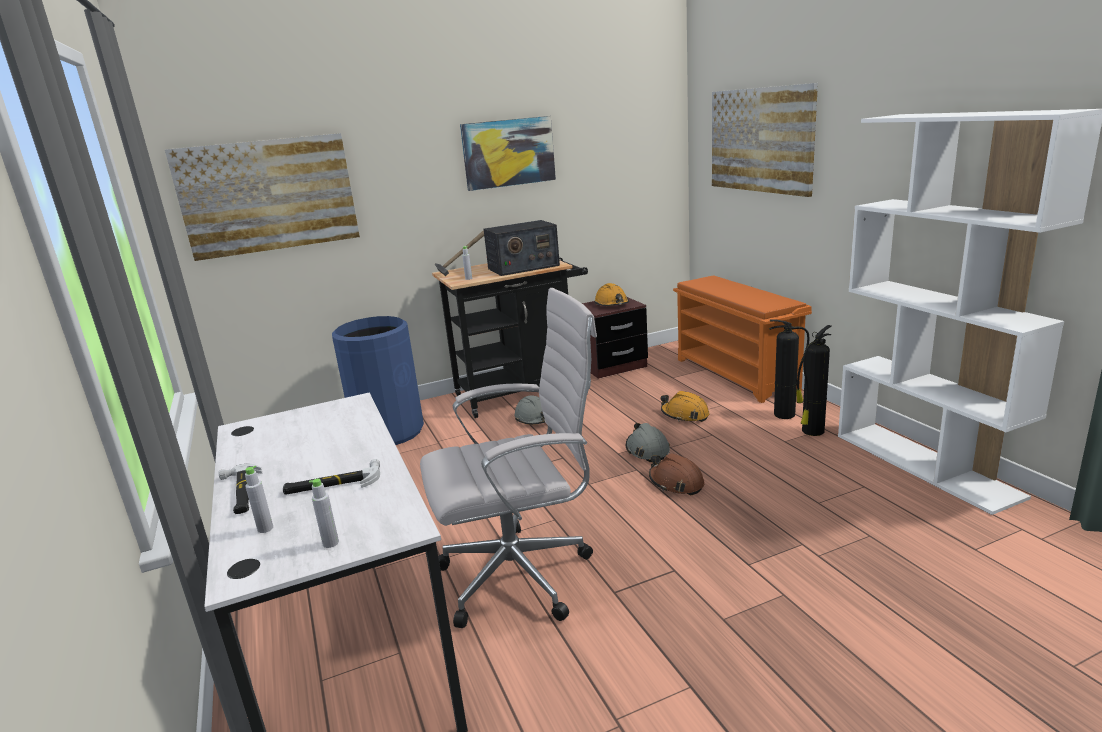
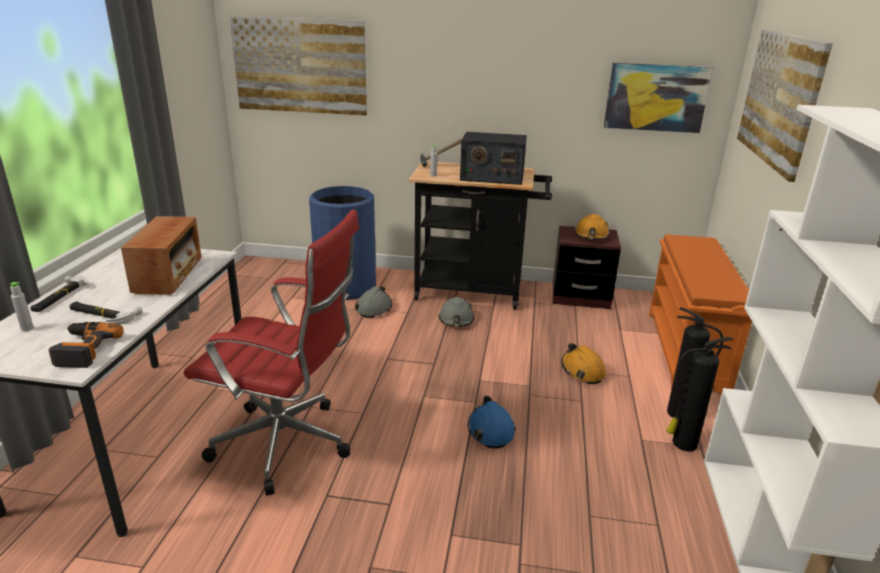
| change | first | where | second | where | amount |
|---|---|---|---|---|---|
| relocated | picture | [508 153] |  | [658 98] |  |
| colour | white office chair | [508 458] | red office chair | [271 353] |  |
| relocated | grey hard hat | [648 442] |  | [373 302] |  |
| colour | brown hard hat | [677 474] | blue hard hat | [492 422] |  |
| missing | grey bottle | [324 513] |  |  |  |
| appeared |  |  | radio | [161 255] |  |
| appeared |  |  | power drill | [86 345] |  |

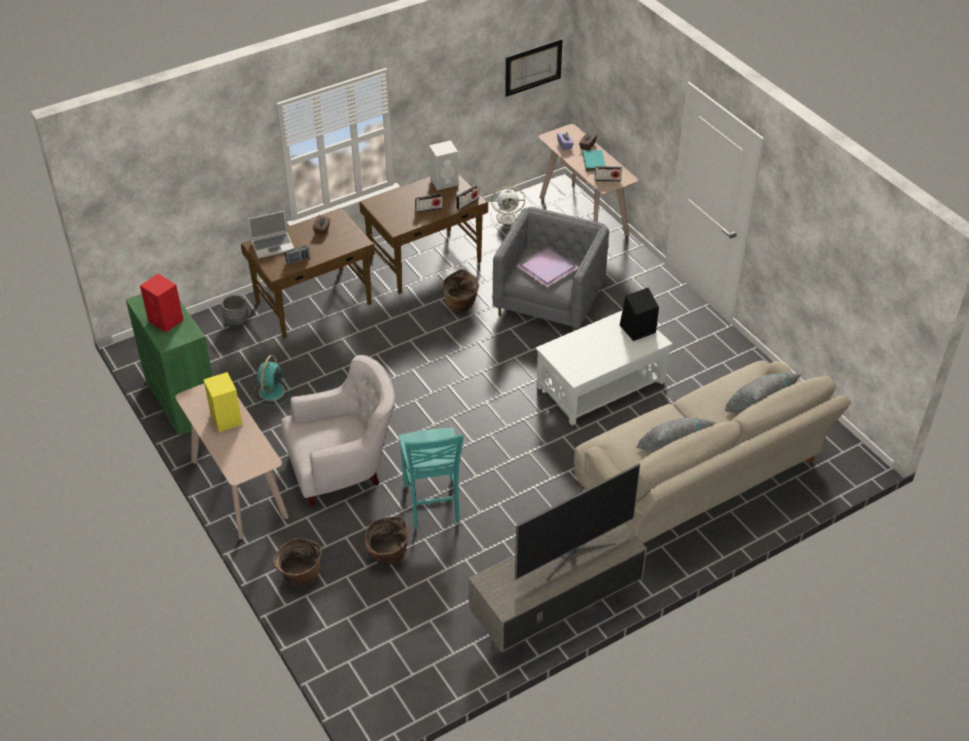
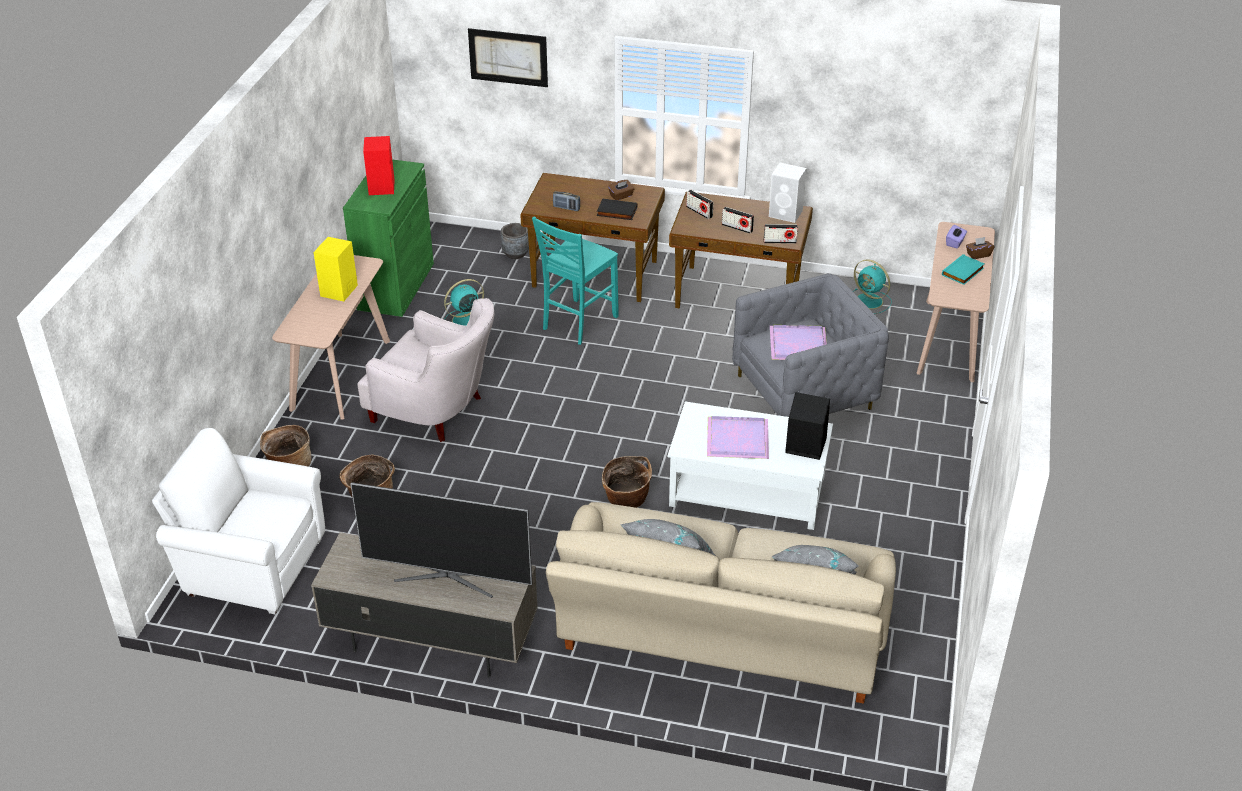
| change | first | where | second | where | amount |
|---|---|---|---|---|---|
| relocated | picture | [533 68] |  | [508 57] |  |
| relocated | radio | [608 174] |  | [699 204] |  |
| colour | white fan | [507 207] | turquoise fan | [872 286] |  |
| missing | laptop | [271 234] |  |  |  |
| relocated | basket | [461 290] |  | [627 482] |  |
| relocated | turquoise chair | [431 478] |  | [575 281] |  |
| appeared |  |  | black book | [617 209] |  |
| appeared |  |  | purple tray | [738 437] |  |
| appeared |  |  | white armchair | [238 521] |  |

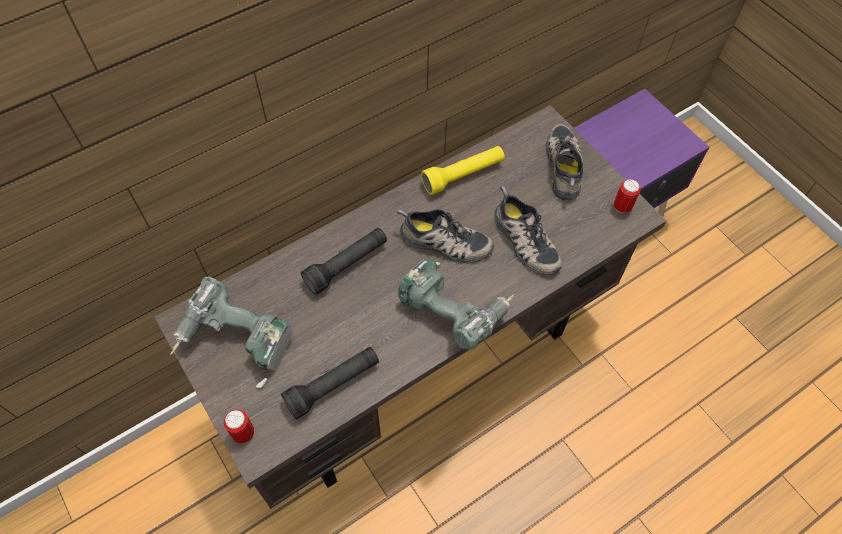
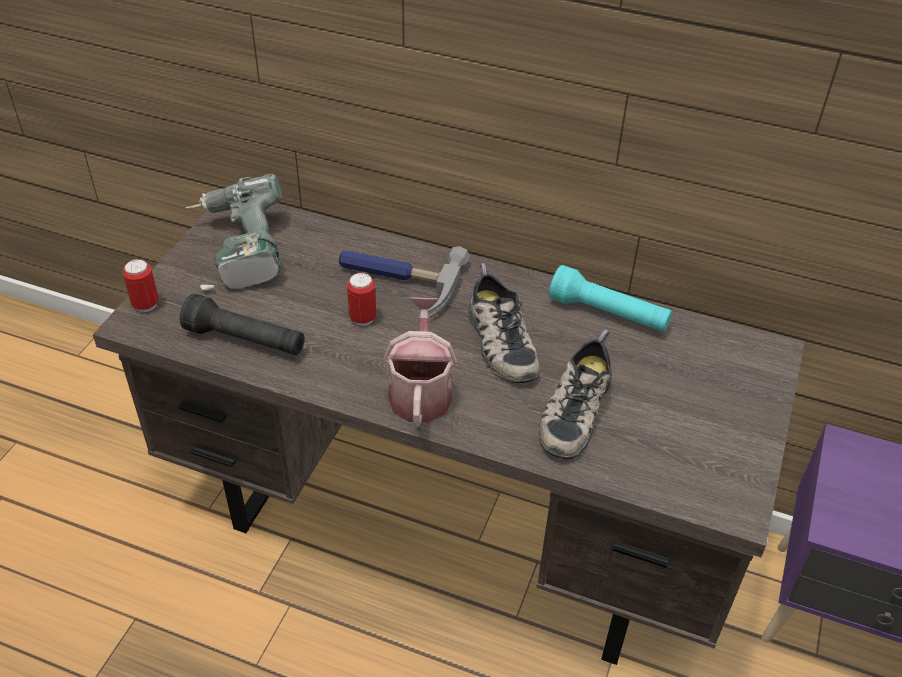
| change | first | where | second | where | amount |
|---|---|---|---|---|---|
| missing | shoe | [565 161] |  |  |  |
| colour | yellow flashlight | [463 170] | turquoise flashlight | [610 298] |  |
| relocated | can | [627 196] |  | [361 299] |  |
| exchanged | black flashlight | [344 261] | hammer | [404 282] |  |
| exchanged | power drill | [456 304] | watering can | [420 361] |  |

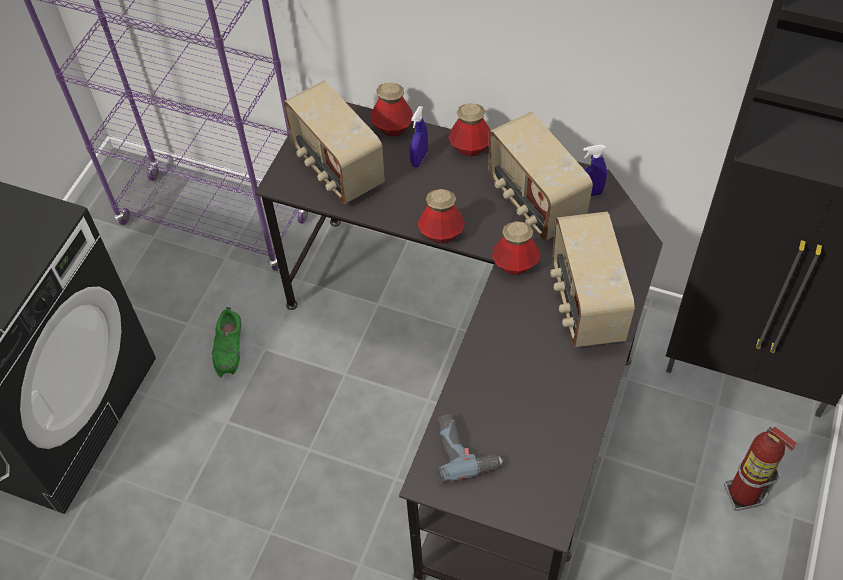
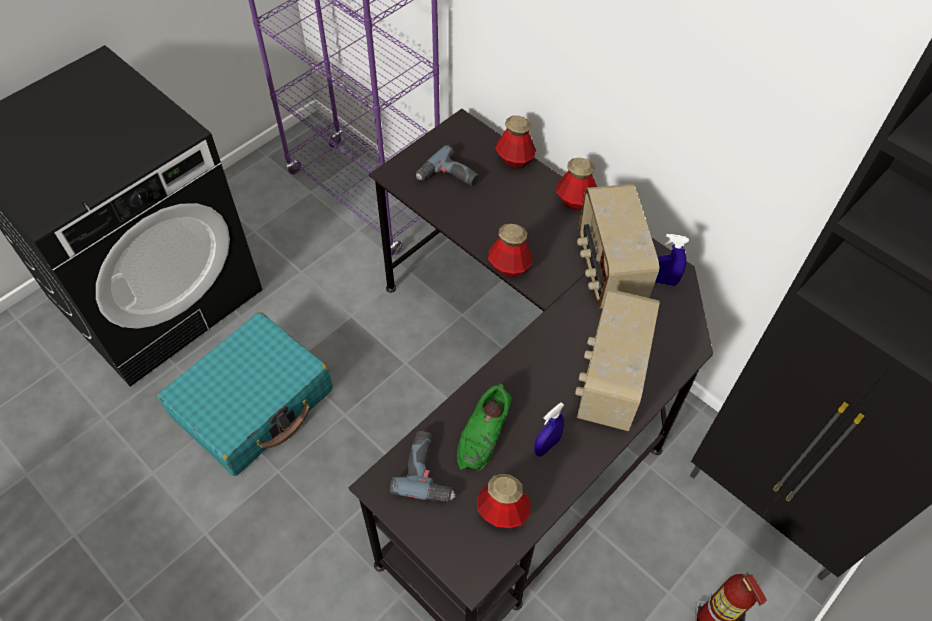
| change | first | where | second | where | amount |
|---|---|---|---|---|---|
| exchanged | radio | [334 142] | power drill | [447 165] |  |
| relocated | blue spray bottle | [419 136] |  | [549 429] |  |
| relocated | bottle | [516 248] |  | [503 501] |  |
| relocated | green shoe | [226 342] |  | [484 427] |  |
| appeared |  |  | turquoise suitcase | [245 394] |  |

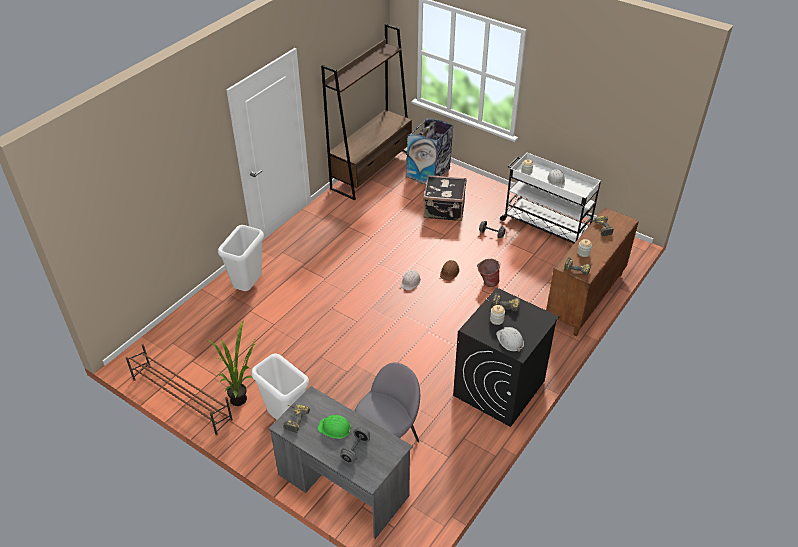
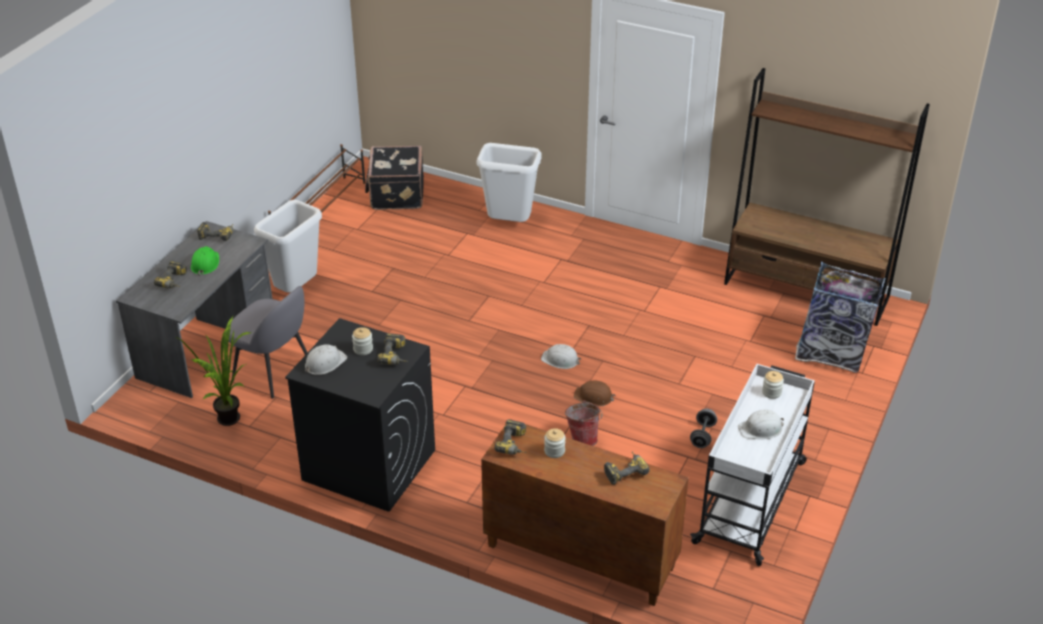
| change | first | where | second | where | amount |
|---|---|---|---|---|---|
| relocated | black suitcase | [444 198] |  | [394 178] |  |
| relocated | potted plant | [231 363] |  | [213 371] |  |
| exchanged | grey dumbbell | [355 445] | power drill | [170 274] |  |

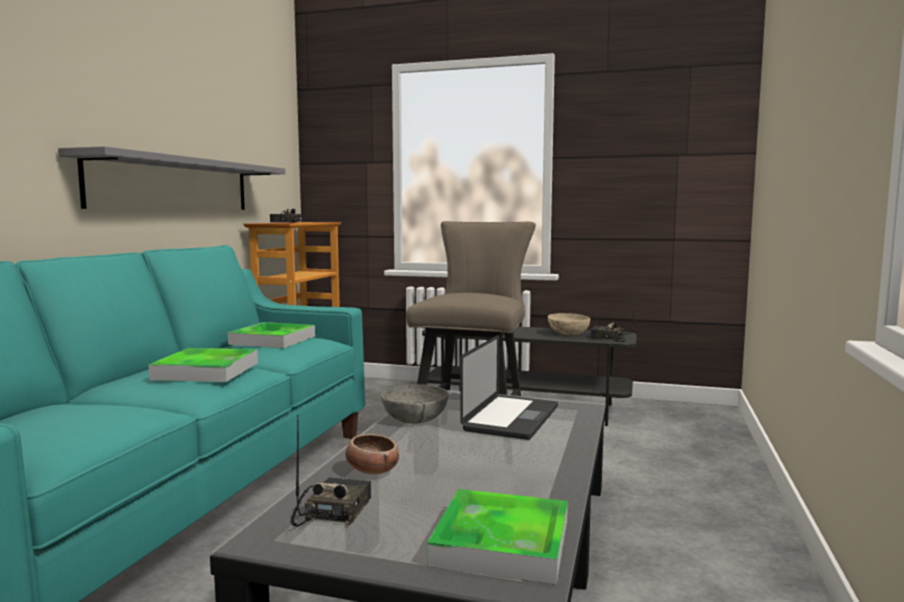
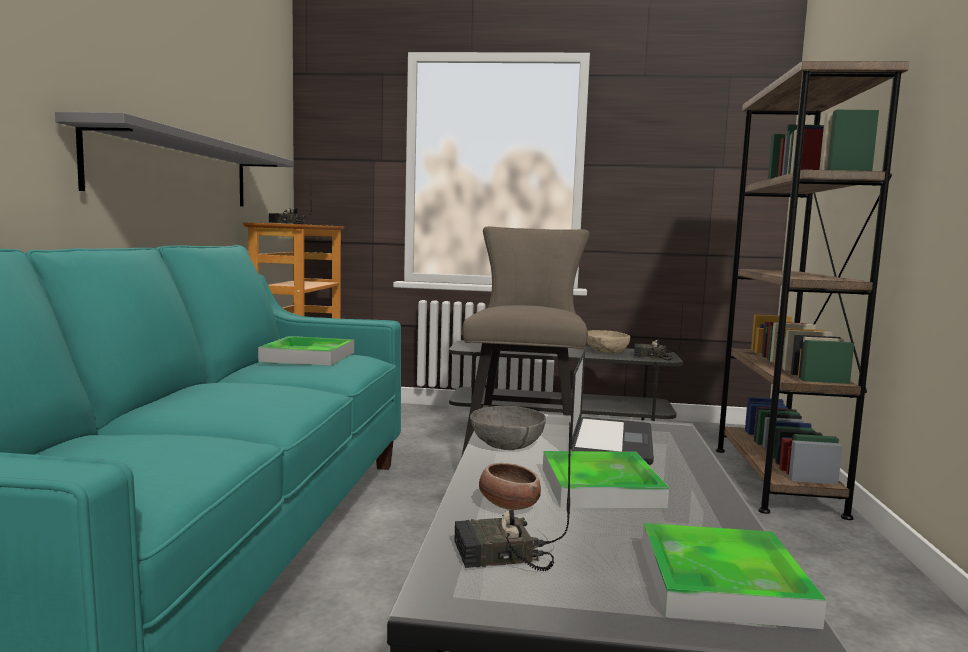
| change | first | where | second | where | amount |
|---|---|---|---|---|---|
| relocated | tray | [203 365] |  | [606 479] |  |
| spun | radio | [331 471] |  | [512 496] | 105 degrees counterclockwise |
| appeared |  |  | brown bookcase | [812 290] |  |

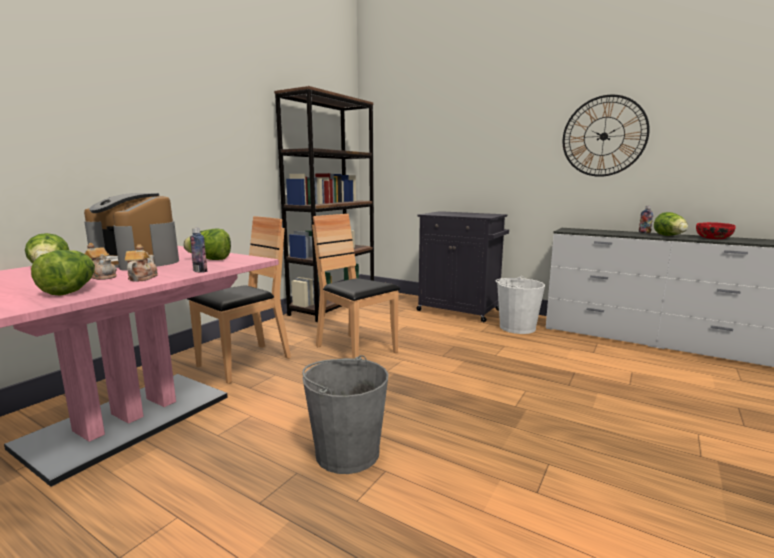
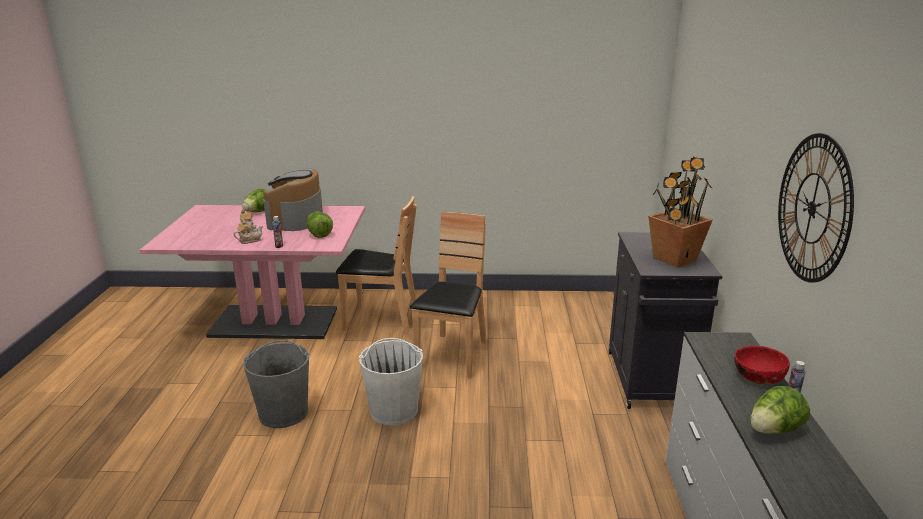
| change | first | where | second | where | amount |
|---|---|---|---|---|---|
| missing | brown bookcase | [324 204] |  |  |  |
| relocated | red bowl | [716 230] |  | [762 365] |  |
| missing | lettuce | [63 273] |  |  |  |
| relocated | white bucket | [520 305] |  | [391 382] |  |
| appeared |  |  | potted plant | [680 212] |  |

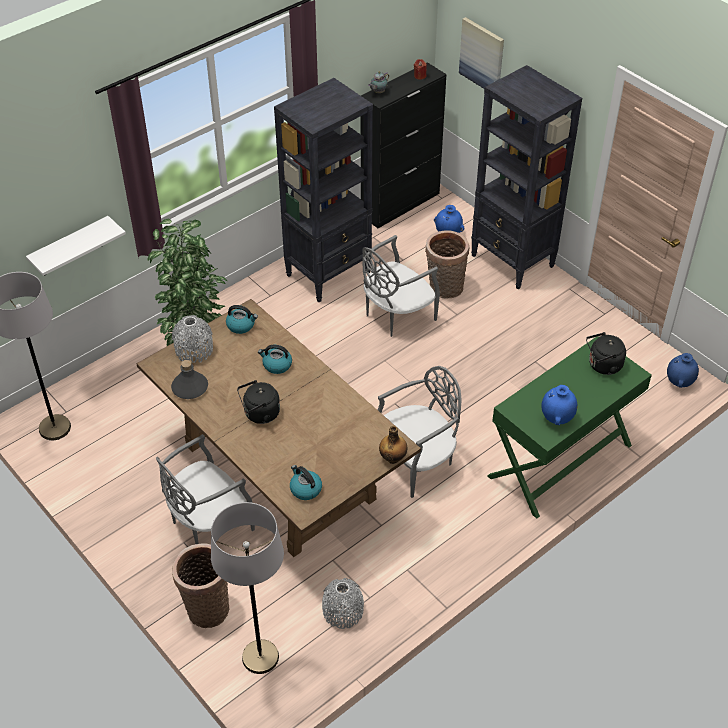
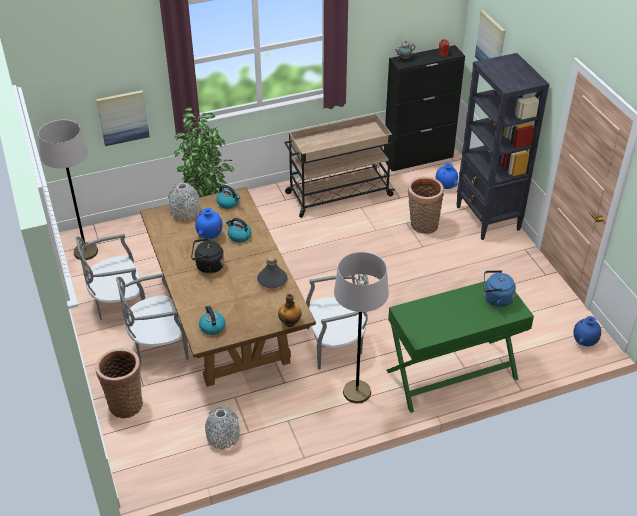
| change | first | where | second | where | amount |
|---|---|---|---|---|---|
| exchanged | black bookcase | [323 190] | beige cart | [339 166] |  |
| exchanged | white shelf | [76 246] | picture | [123 118] |  |
| relocated | grey chair | [401 286] |  | [110 277] |  |
| colour | black kettle | [606 353] | blue kettle | [500 288] |  |
| relocated | grey bottle | [189 379] |  | [272 272] |  |
| relocated | blue vase | [559 405] |  | [209 223] |  |
| relocated | grey floor lamp | [247 588] |  | [361 327] |  |

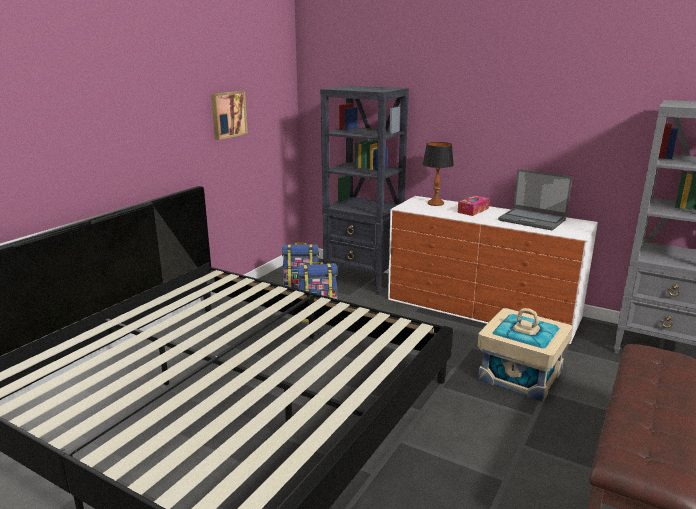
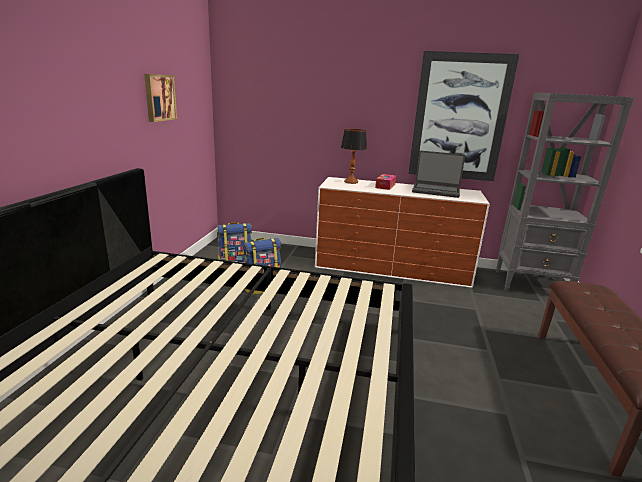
| change | first | where | second | where | amount |
|---|---|---|---|---|---|
| missing | black bookcase | [364 190] |  |  |  |
| missing | beige storage box | [525 355] |  |  |  |
| appeared |  |  | picture | [463 116] |  |

